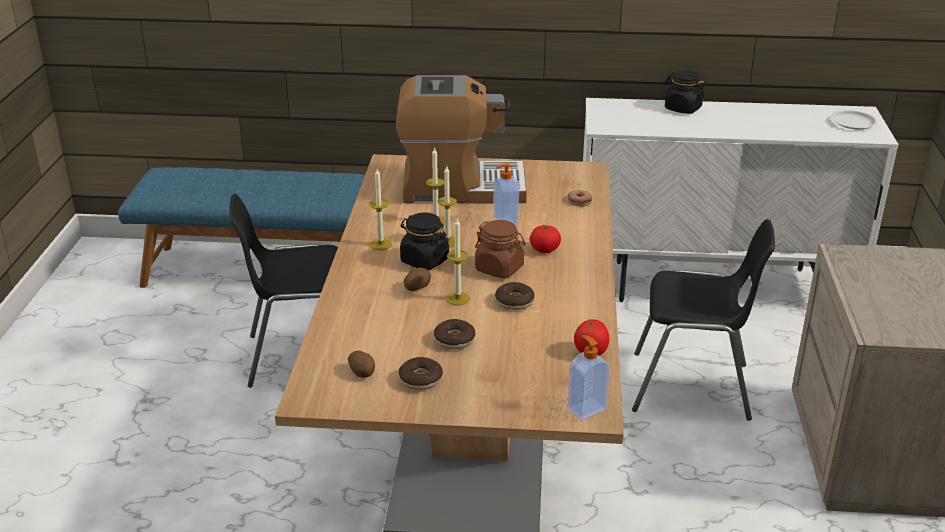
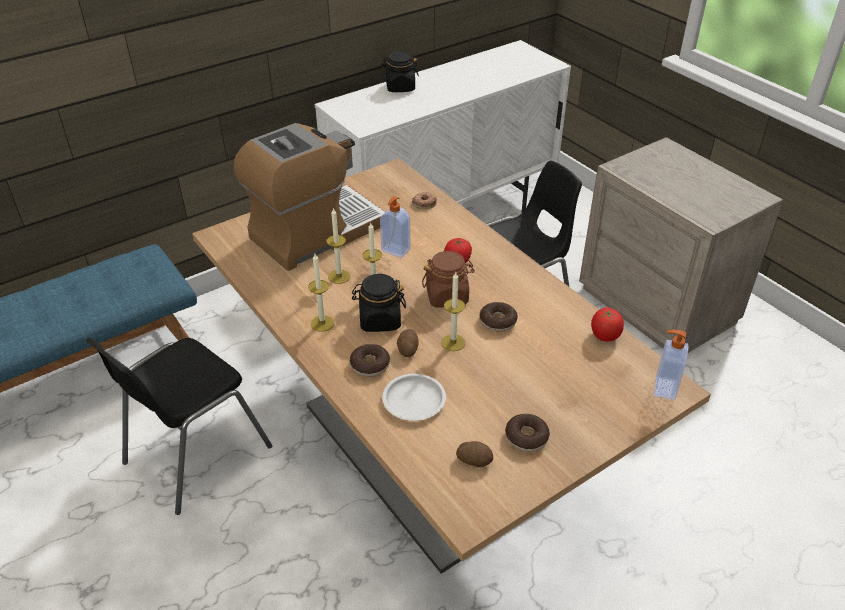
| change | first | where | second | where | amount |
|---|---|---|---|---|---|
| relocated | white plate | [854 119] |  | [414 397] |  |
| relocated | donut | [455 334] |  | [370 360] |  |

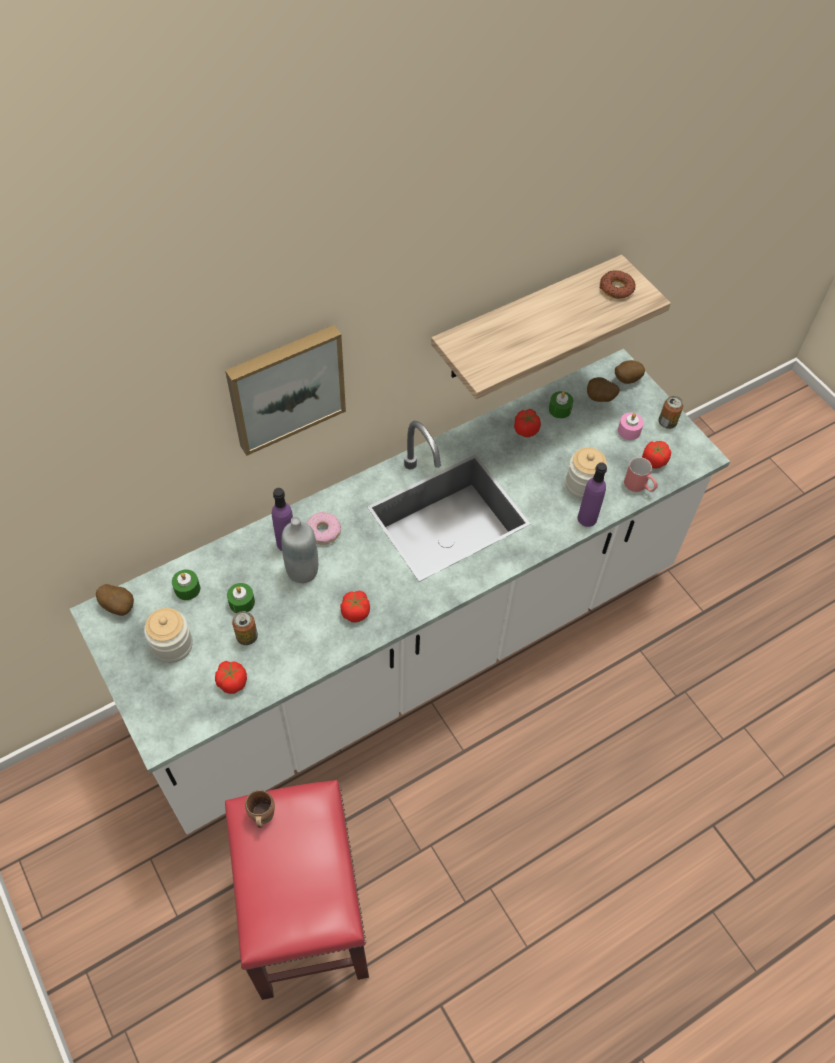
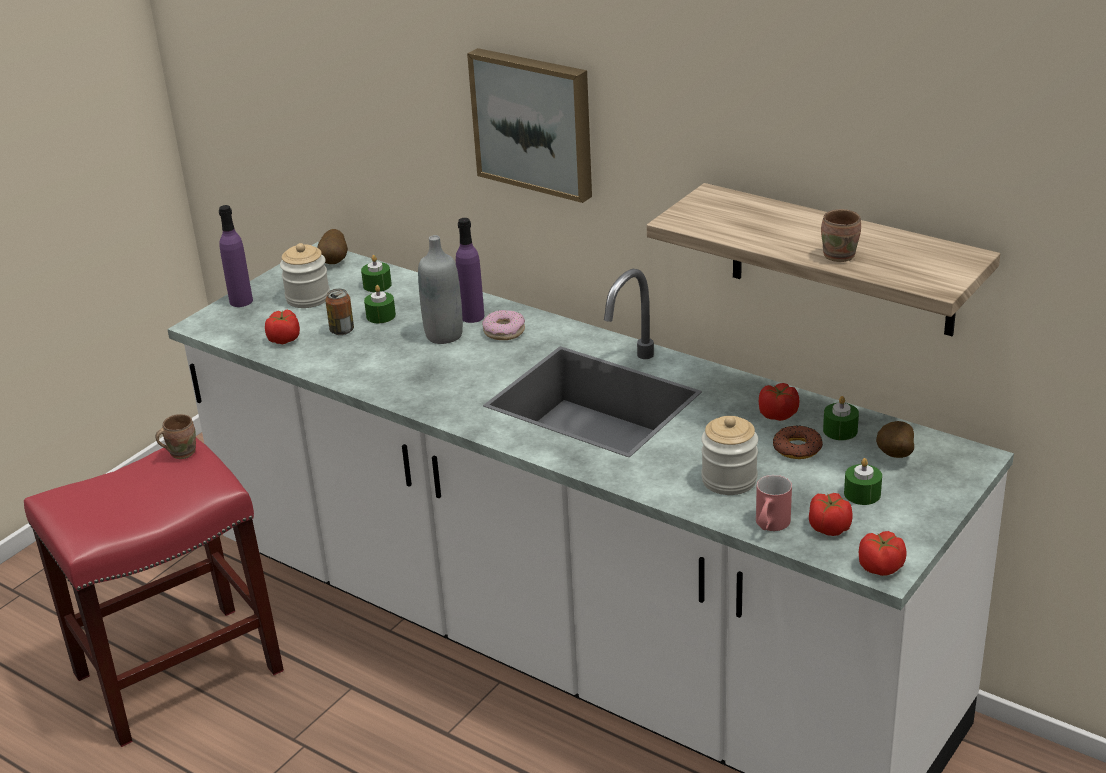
| change | first | where | second | where | amount |
|---|---|---|---|---|---|
| relocated | donut | [618 284] |  | [798 442] |  |
| missing | potato | [630 372] |  |  |  |
| missing | can | [671 412] |  |  |  |
| colour | pink candle | [631 426] | green candle | [863 481] |  |
| relocated | purple bottle | [592 494] |  | [236 256] |  |
| relocated | tomato | [355 606] |  | [882 553] |  |
| appeared |  |  | brown mug | [841 235] |  |

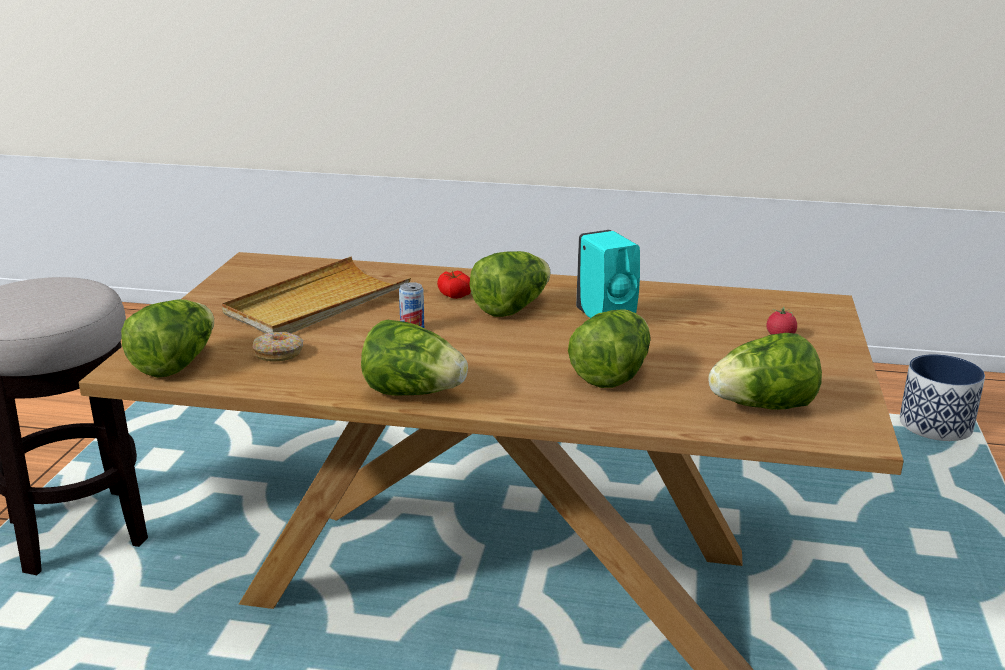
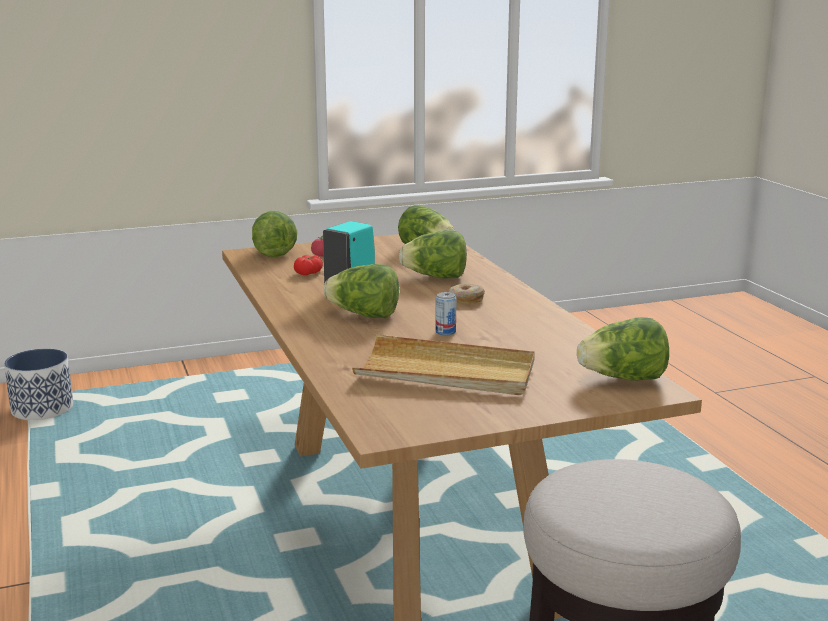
| change | first | where | second | where | amount |
|---|---|---|---|---|---|
| relocated | tomato | [454 285] |  | [308 265] |  |
| relocated | lettuce | [414 357] |  | [274 234] |  |
| relocated | donut | [278 347] |  | [467 294] |  |

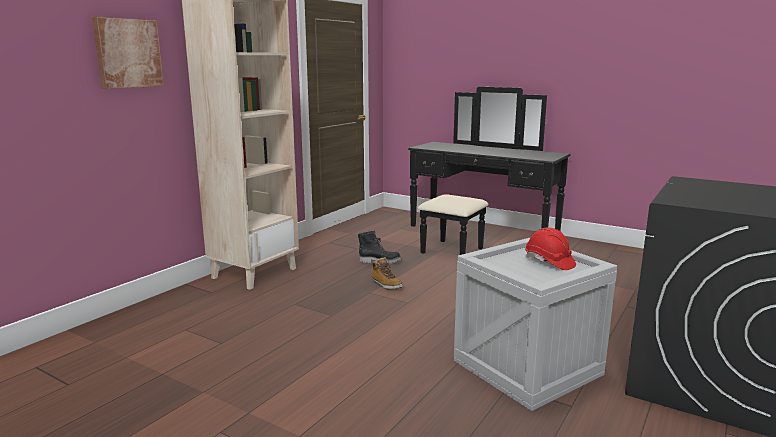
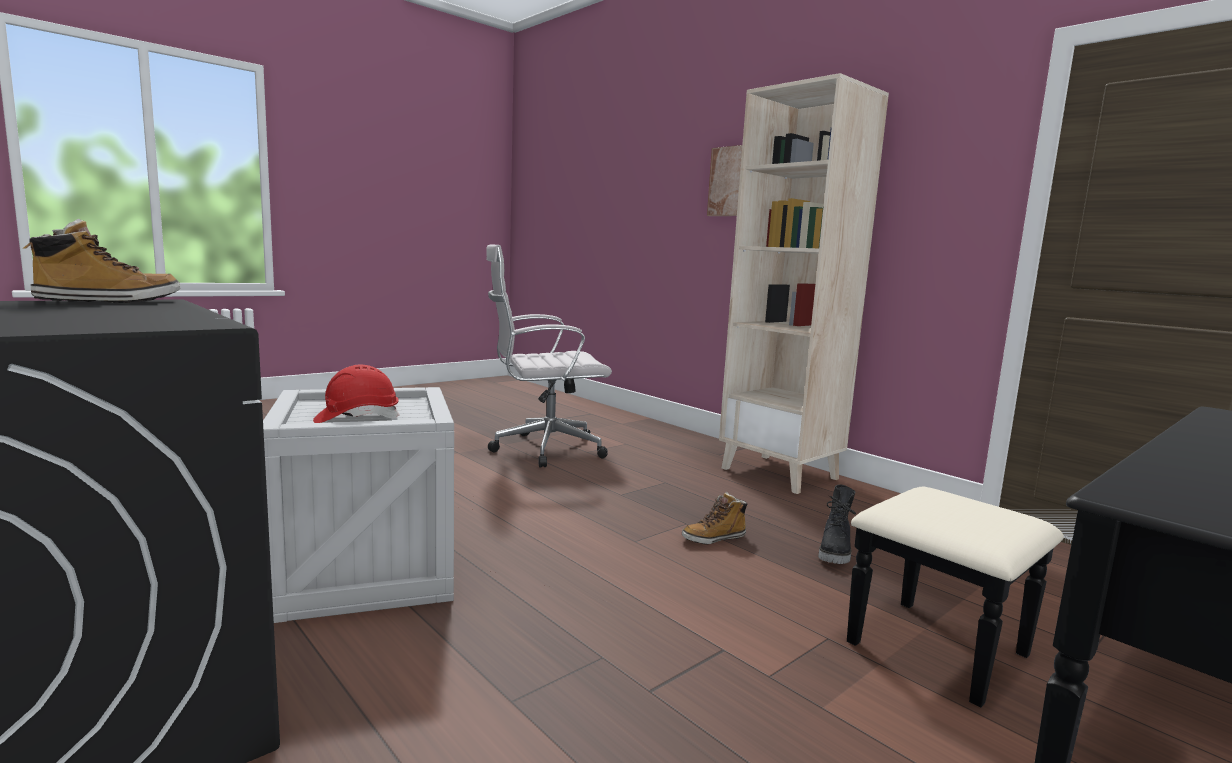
| change | first | where | second | where | amount |
|---|---|---|---|---|---|
| appeared |  |  | boot | [101 261] |  |
| appeared |  |  | white office chair | [549 356] |  |

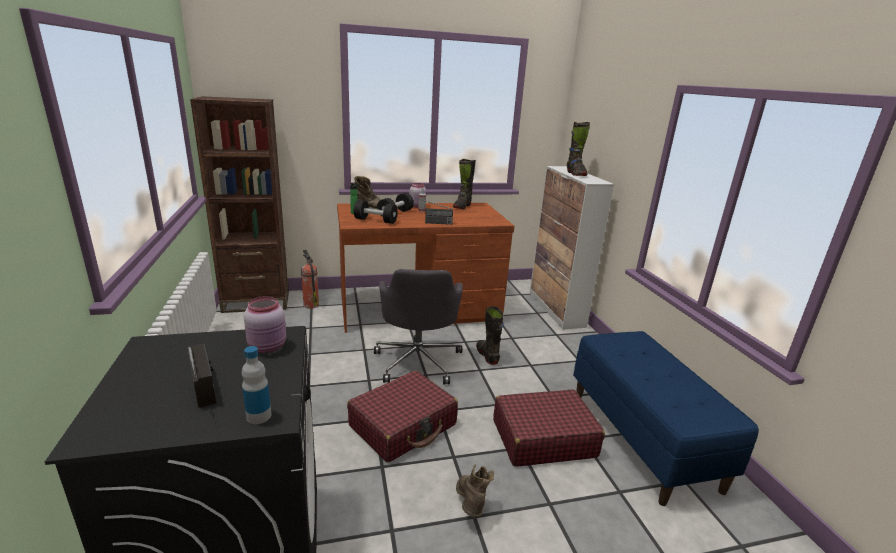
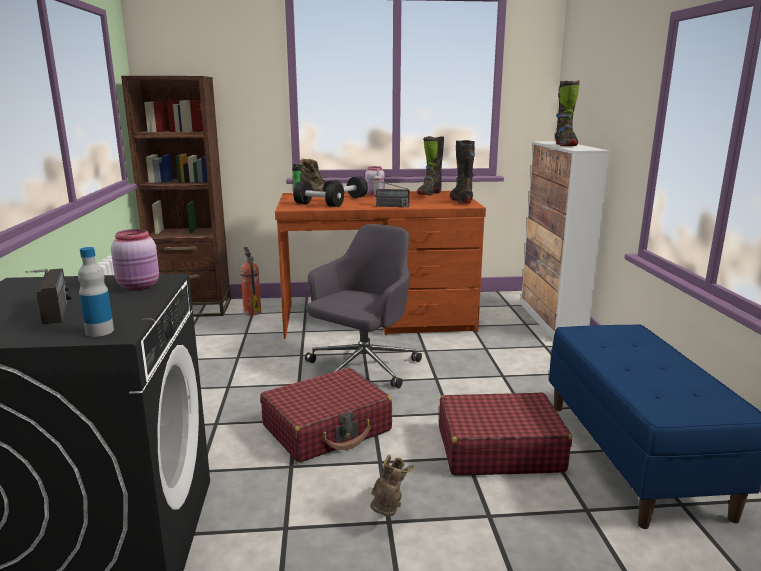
| change | first | where | second | where | amount |
|---|---|---|---|---|---|
| spun | grey office chair | [418 326] |  | [363 306] | 150 degrees counterclockwise |
| relocated | black boot | [490 335] |  | [462 172] |  |

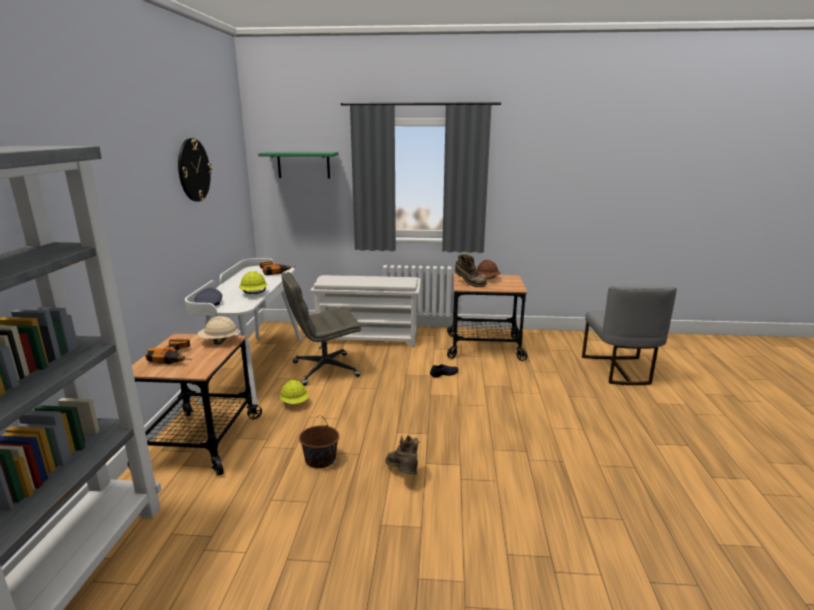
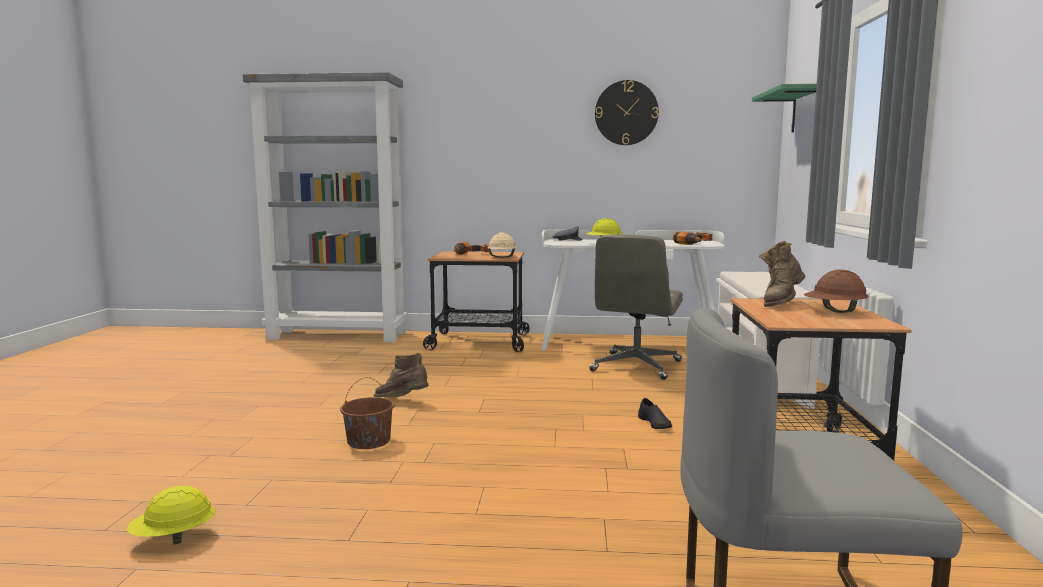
| change | first | where | second | where | amount |
|---|---|---|---|---|---|
| spun | grey office chair | [321 329] |  | [636 307] | 135 degrees counterclockwise |
| relocated | yellow hard hat | [294 392] |  | [171 515] |  |
| relocated | brown bucket | [319 442] |  | [367 413] |  |
| spun | brown boot | [402 454] |  | [401 375] | 135 degrees counterclockwise |

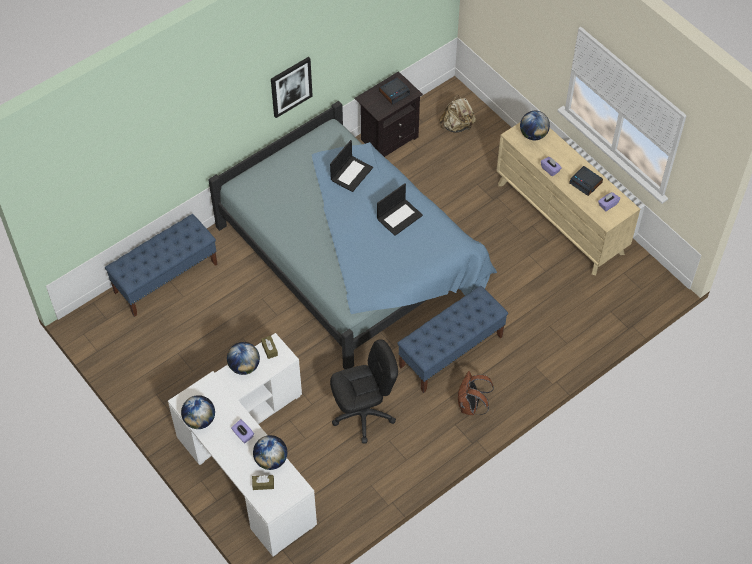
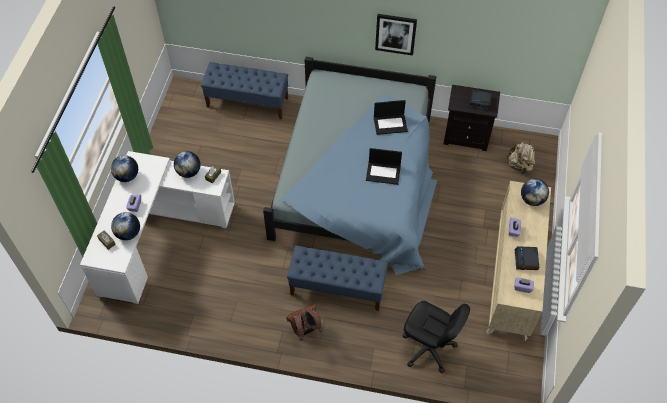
| change | first | where | second | where | amount |
|---|---|---|---|---|---|
| relocated | black office chair | [364 391] |  | [436 337] |  |

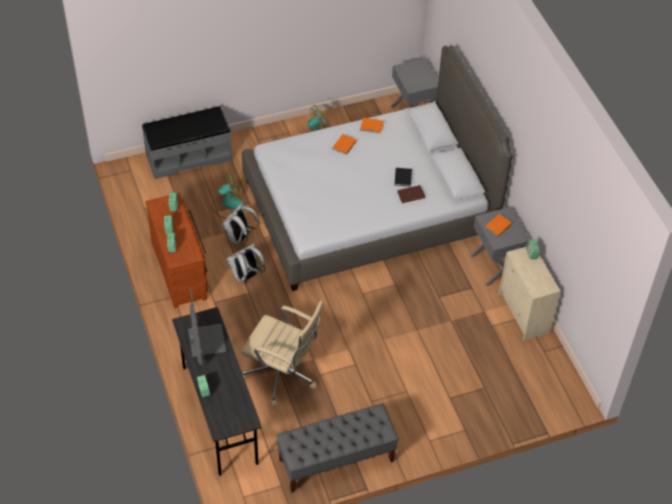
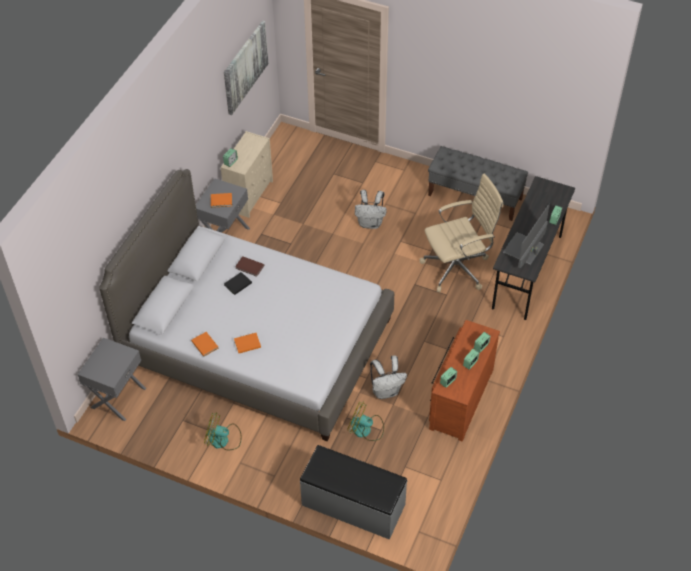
| change | first | where | second | where | amount |
|---|---|---|---|---|---|
| relocated | white backpack | [245 263] |  | [371 209] |  |
| spun | beige office chair | [282 353] |  | [461 232] | 90 degrees clockwise |
| appeared |  |  | picture | [246 68] |  |

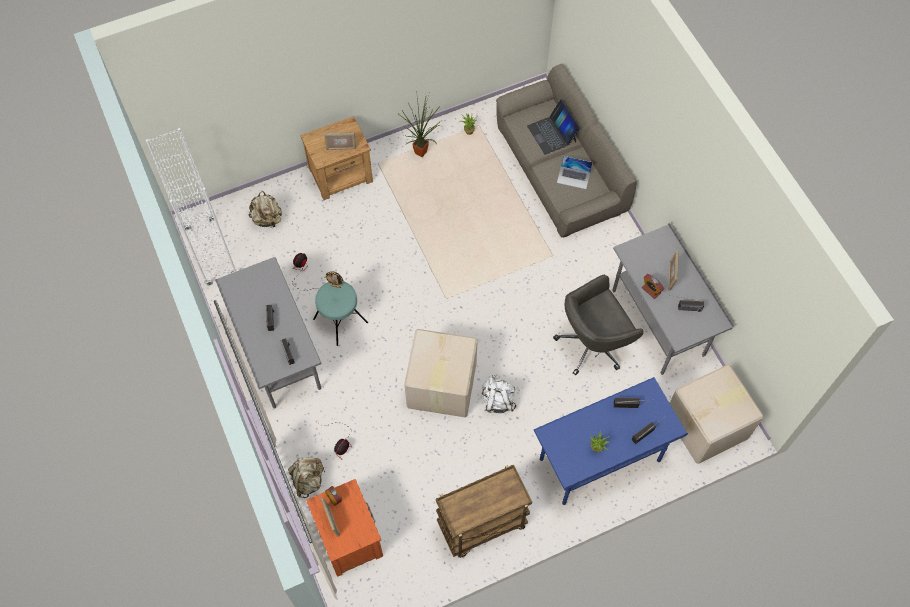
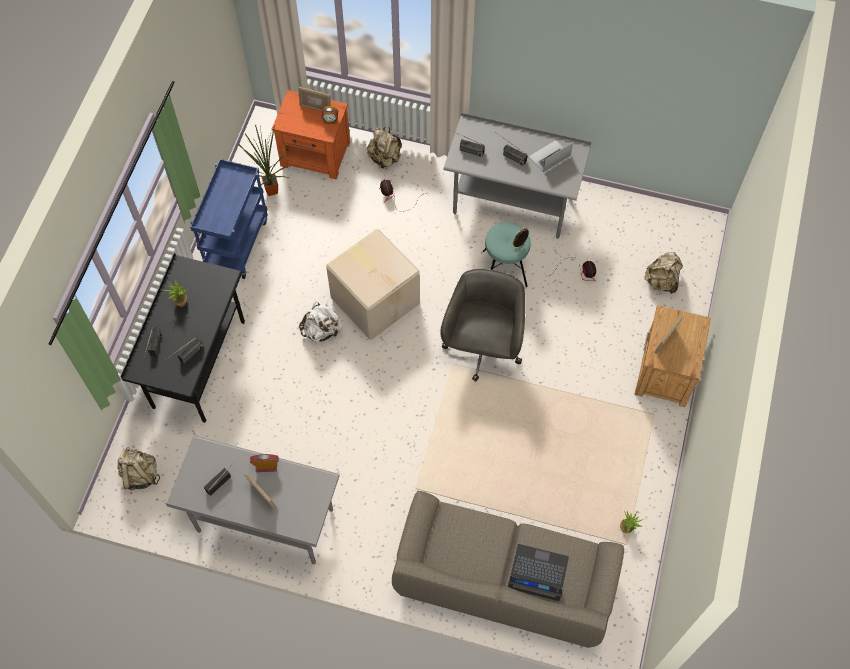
| change | first | where | second | where | amount |
|---|---|---|---|---|---|
| relocated | potted plant | [421 124] |  | [265 160] |  |
| missing | white bookcase | [191 207] |  |  |  |
| relocated | laptop | [574 172] |  | [551 156] |  |
| relocated | grey office chair | [598 325] |  | [482 325] |  |
| exchanged | cardboard box | [717 414] | beige backpack | [138 468] |  |
| colour | blue desk | [611 441] | black desk | [183 337] |  |
| colour | brown cart | [484 511] | blue cart | [229 219] |  |

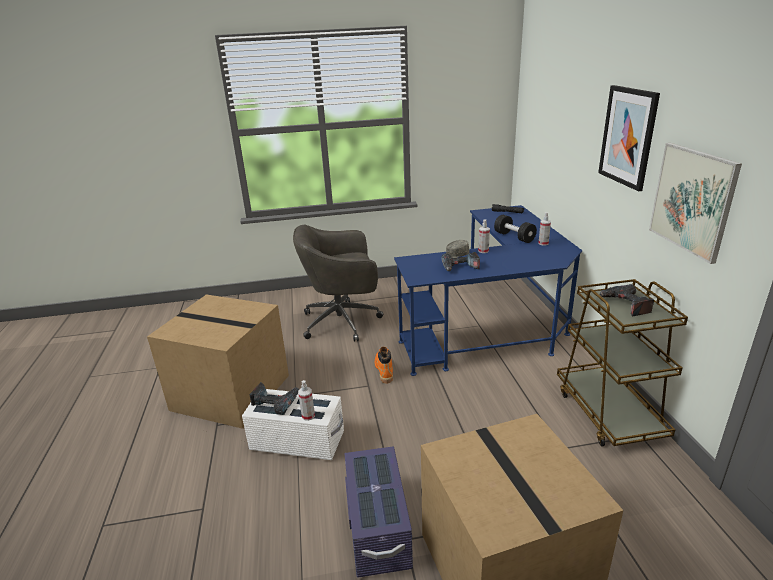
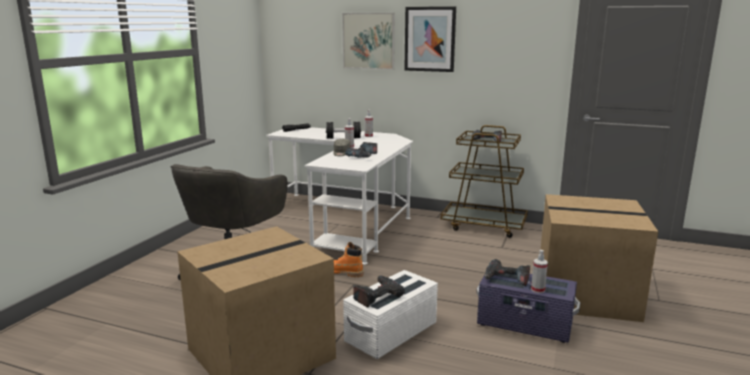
| change | first | where | second | where | amount |
|---|---|---|---|---|---|
| relocated | picture | [695 203] |  | [368 41] |  |
| colour | blue desk | [488 290] | white desk | [339 196] |  |
| relocated | spray bottle | [306 400] |  | [539 271] |  |
| appeared |  |  | power drill | [507 272] |  |

